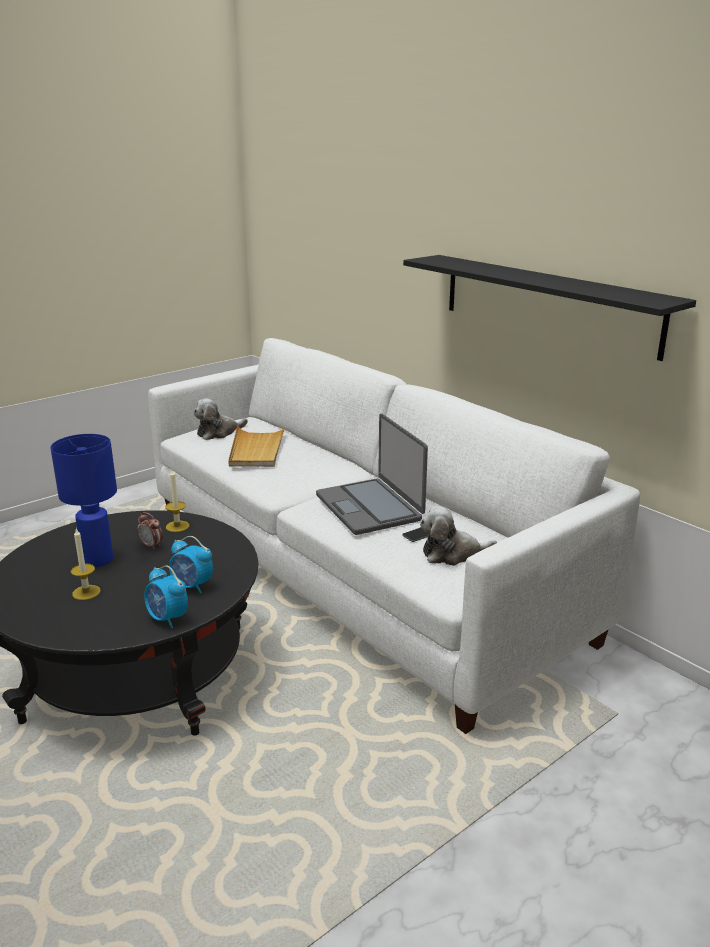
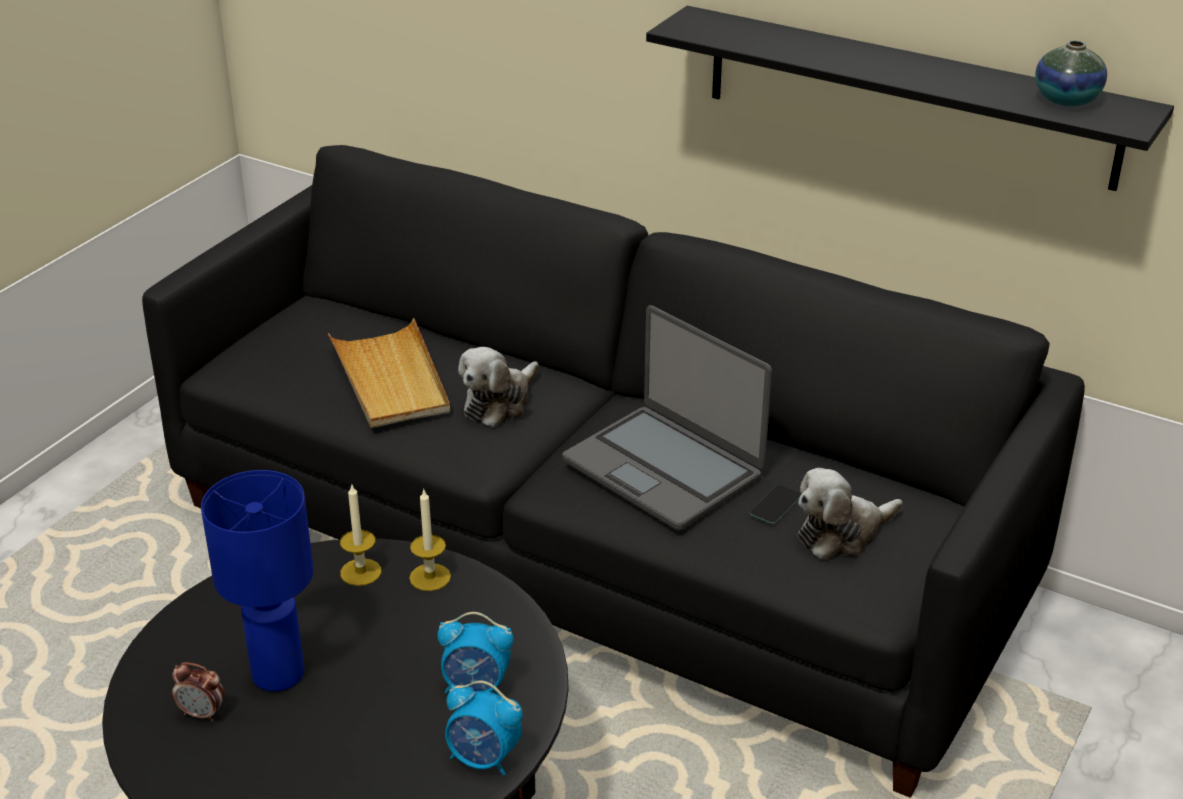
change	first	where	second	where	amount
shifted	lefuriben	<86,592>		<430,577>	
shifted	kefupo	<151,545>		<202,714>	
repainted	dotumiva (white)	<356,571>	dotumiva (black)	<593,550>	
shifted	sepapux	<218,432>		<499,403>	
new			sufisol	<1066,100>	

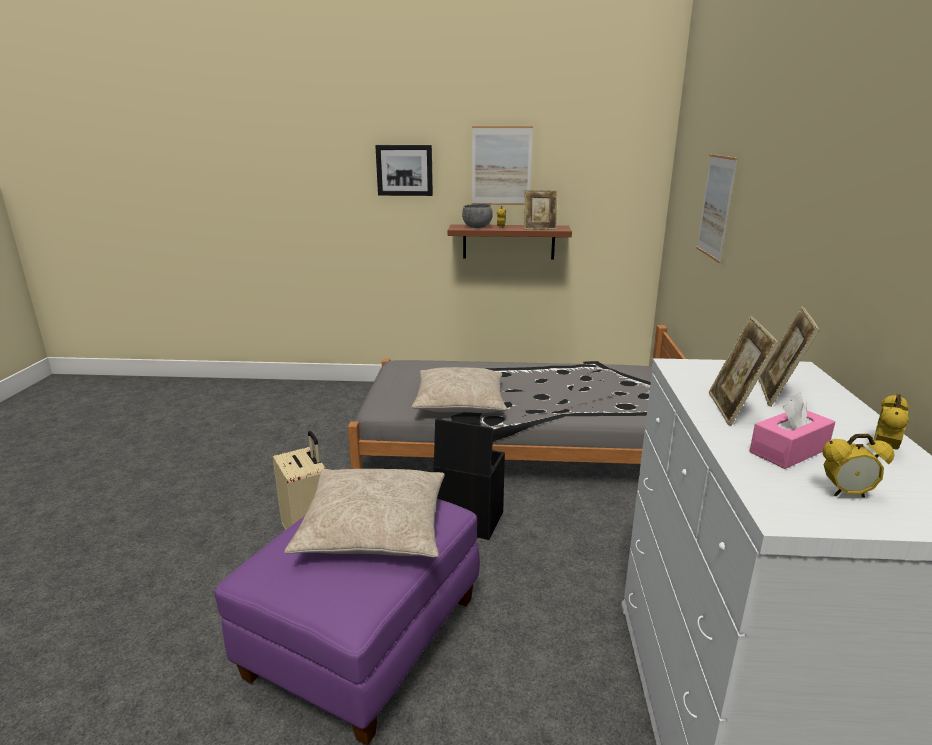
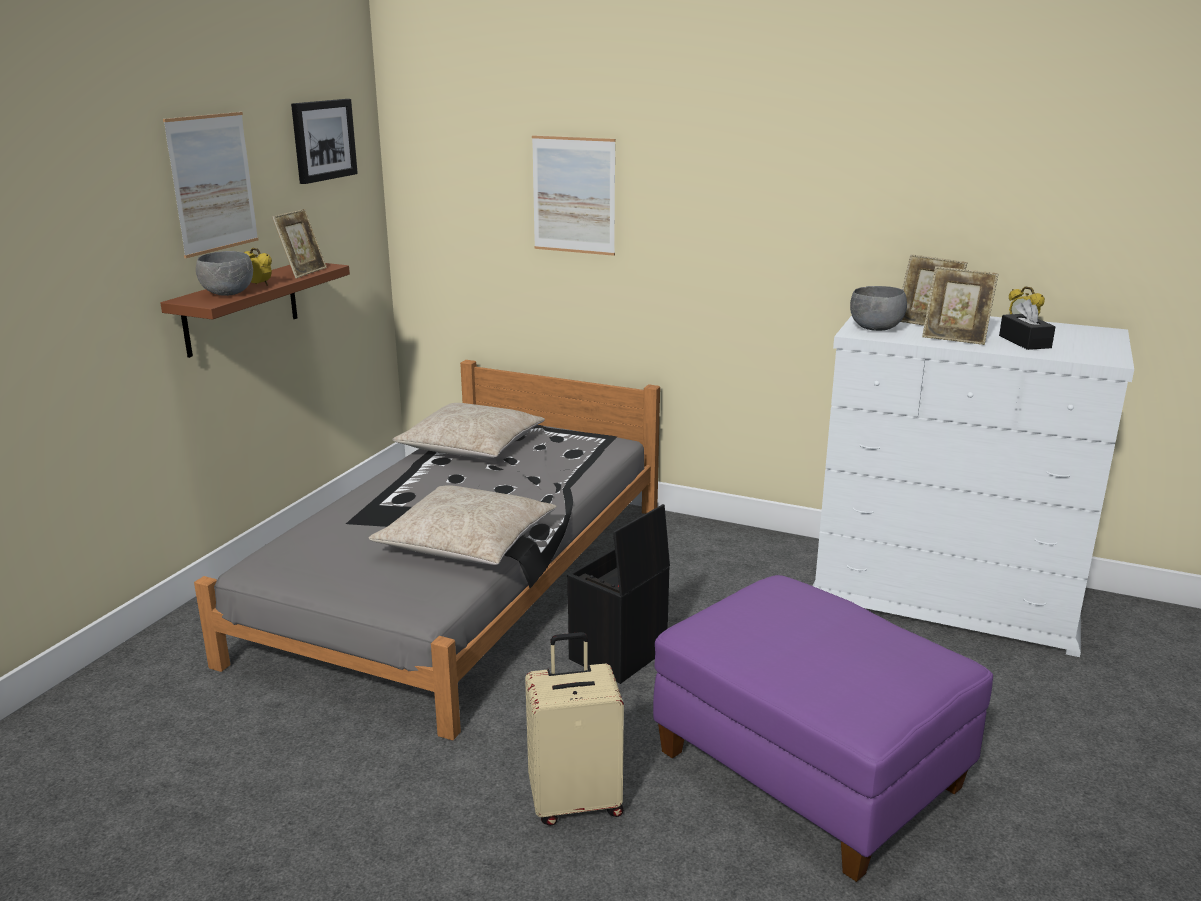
change	first	where	second	where	amount
shifted	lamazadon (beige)	<374,527>		<471,446>	
shifted	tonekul	<404,170>		<323,140>	
repainted	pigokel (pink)	<788,451>	pigokel (black)	<1024,342>	
gone	kefupo	<846,494>			
new			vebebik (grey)	<875,329>	

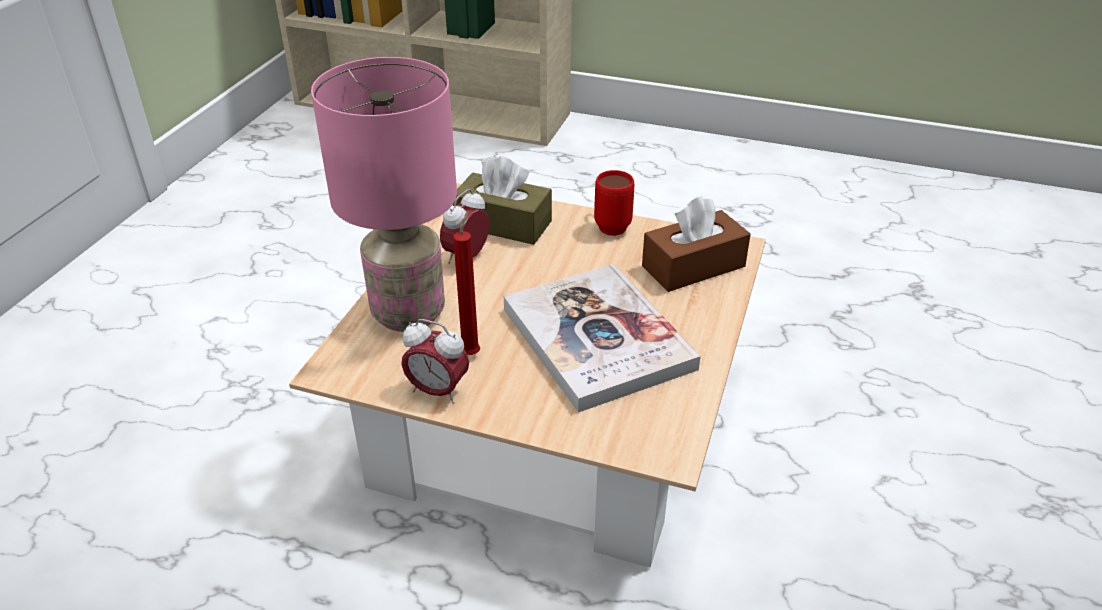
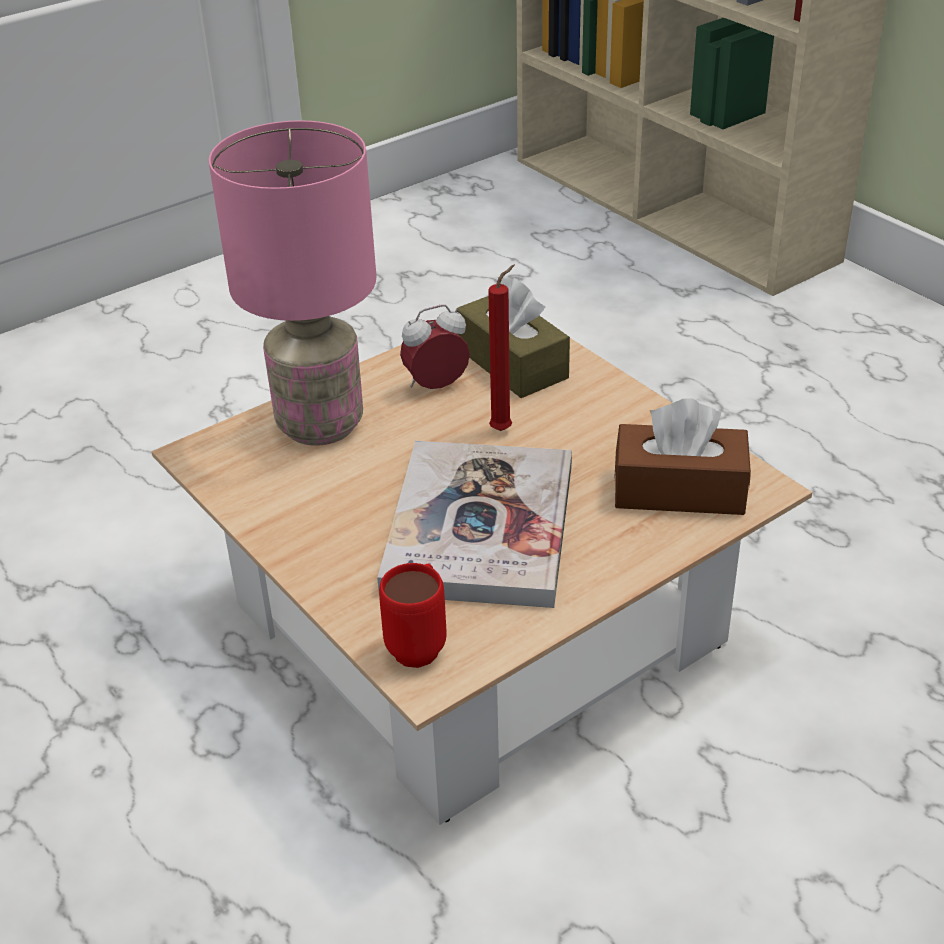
change	first	where	second	where	amount
gone	kefupo	<437,391>			
shifted	lefuriben (red)	<472,352>		<504,429>	
shifted	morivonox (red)	<610,224>		<420,643>	

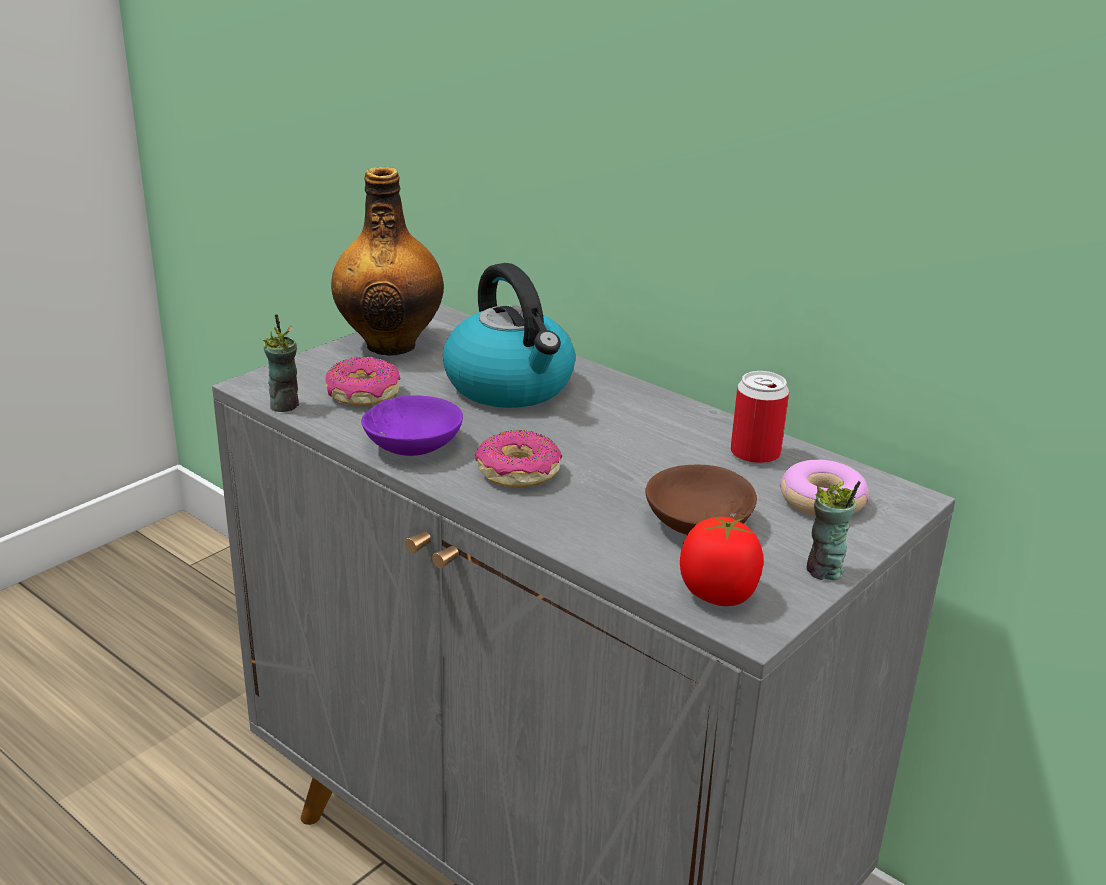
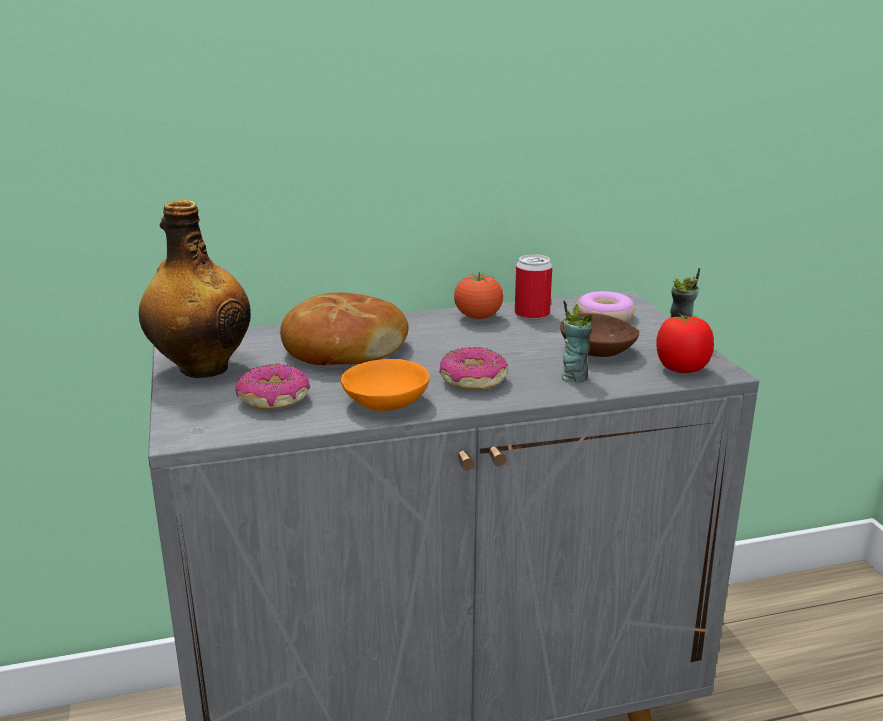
change	first	where	second	where	amount
shifted	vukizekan	<284,405>		<574,377>	
repainted	vebebik (purple)	<414,446>	vebebik (orange)	<389,402>	
swapped	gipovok	<511,386>	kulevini	<343,349>	
new			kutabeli	<478,317>	

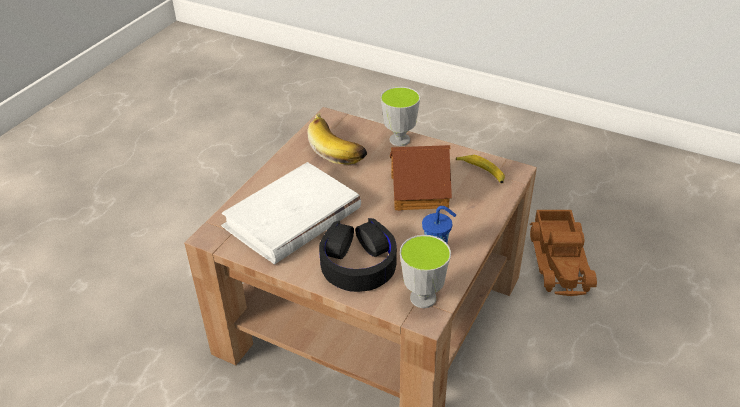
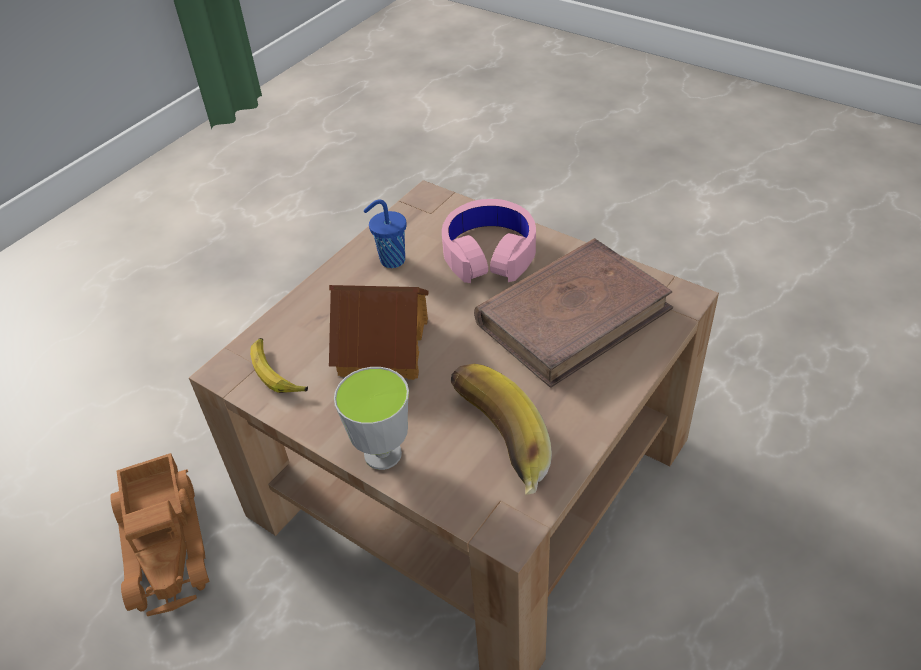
change	first	where	second	where	amount
repainted	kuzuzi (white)	<292,218>	kuzuzi (brown)	<573,316>	
repainted	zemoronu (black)	<358,263>	zemoronu (pink)	<489,252>	
gone	vukizekan	<423,298>			
rotated	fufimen	<560,260>		<167,541>	150 degrees clockwise

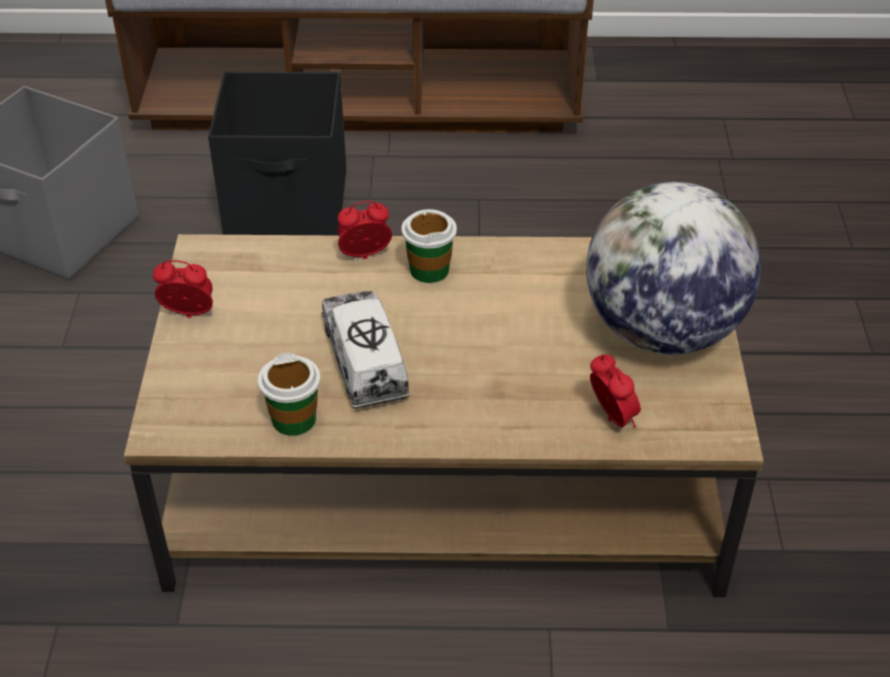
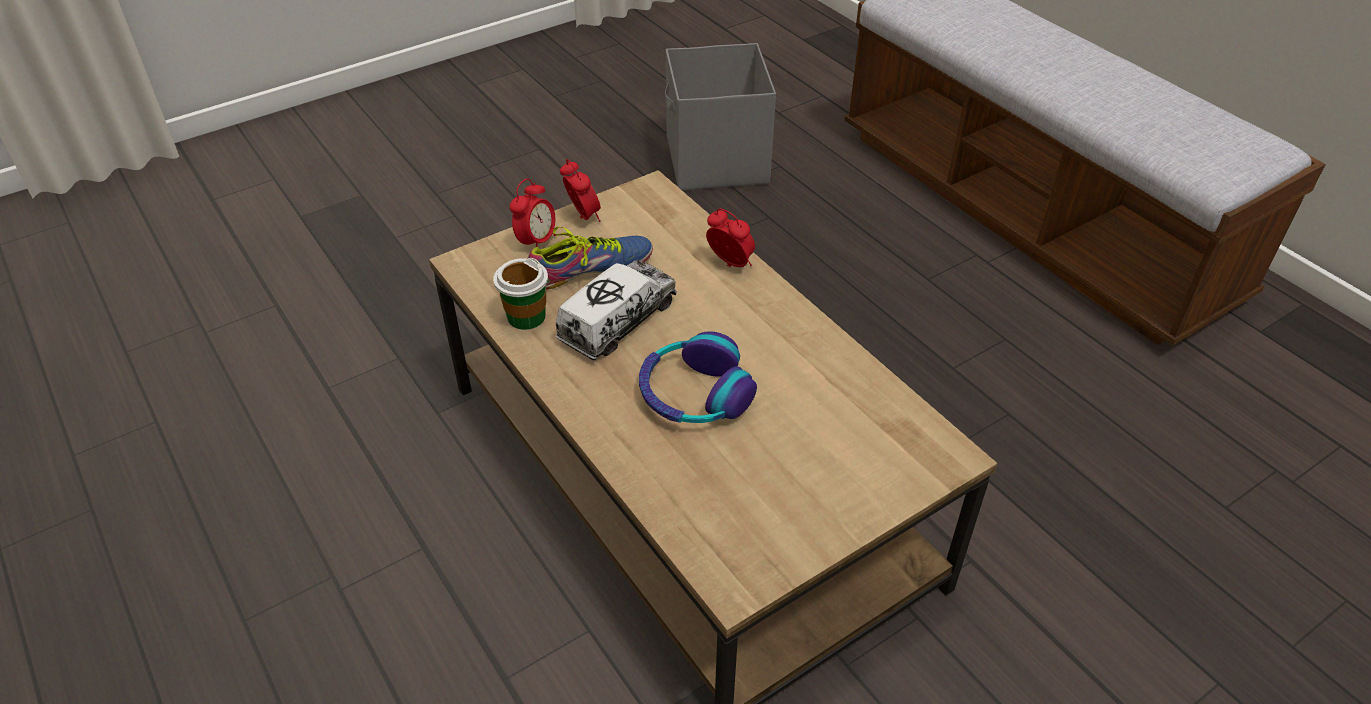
change	first	where	second	where	amount
gone	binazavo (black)	<288,204>			
gone	vukizekan	<429,269>			
gone	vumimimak	<662,330>			
shifted	kefupo	<611,419>		<536,242>	
new			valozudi	<593,271>	
new			zemoronu	<694,394>	

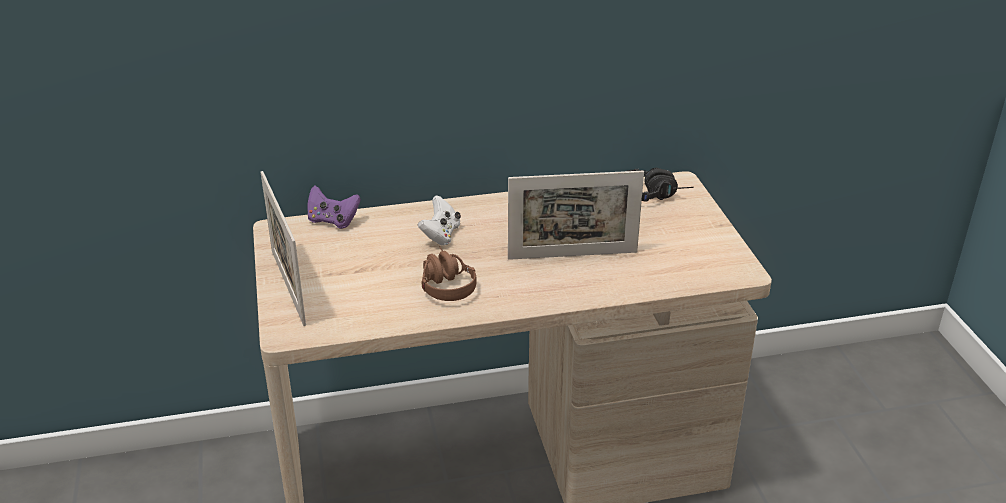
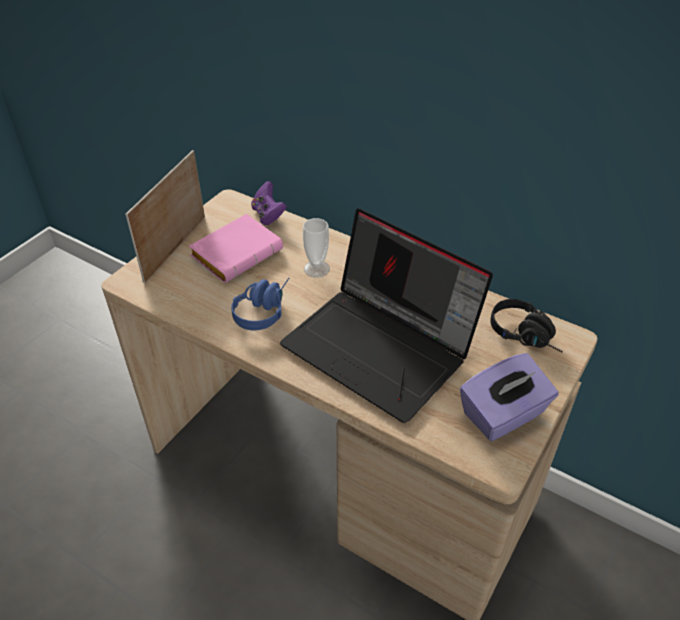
change	first	where	second	where	amount
swapped	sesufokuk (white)	<441,235>	vukizekan	<316,269>	
repainted	zemoronu (brown)	<444,283>	zemoronu (blue)	<263,309>	
swapped	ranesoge	<572,255>	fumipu	<382,348>	
new			kuzuzi (pink)	<237,252>	
new			pigokel (purple)	<503,415>	

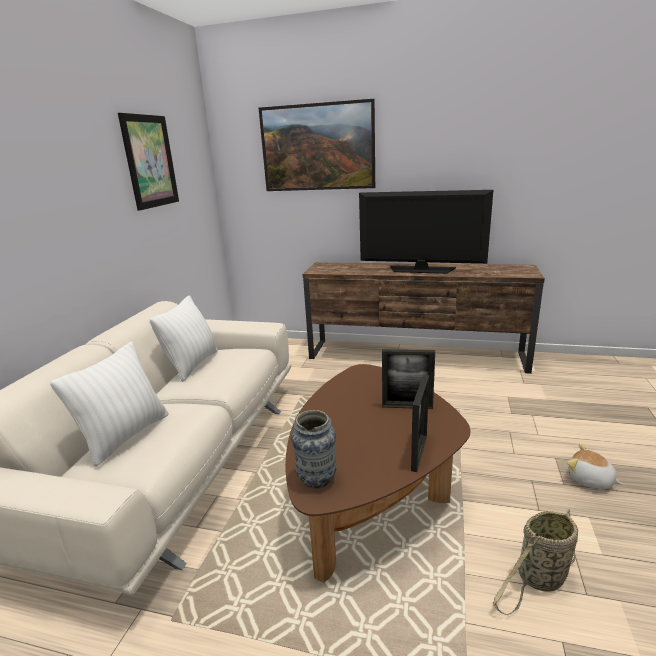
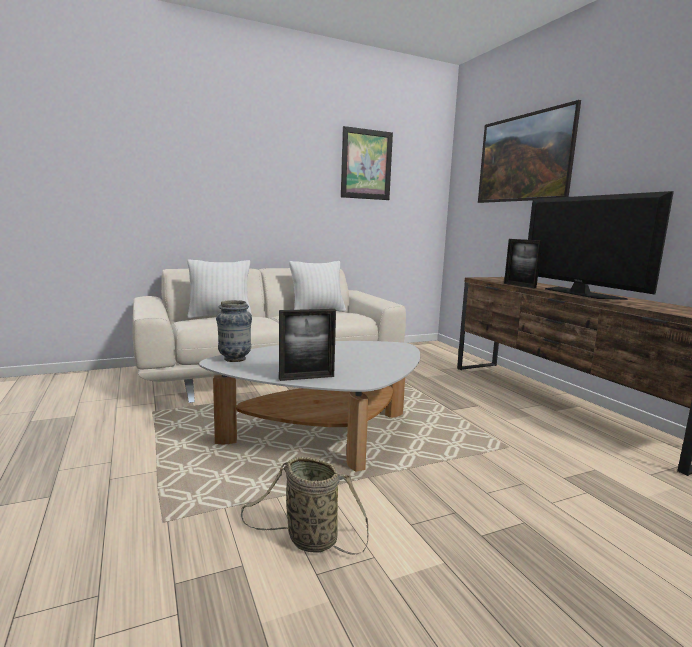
change	first	where	second	where	amount
repainted	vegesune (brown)	<371,492>	vegesune (white)	<324,436>	
shifted	ranesoge	<407,406>		<519,285>	
gone	sepapux	<590,480>			

